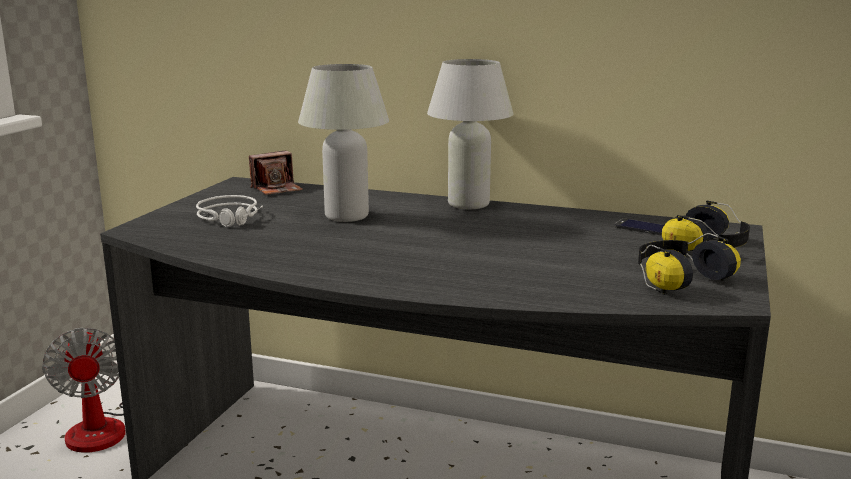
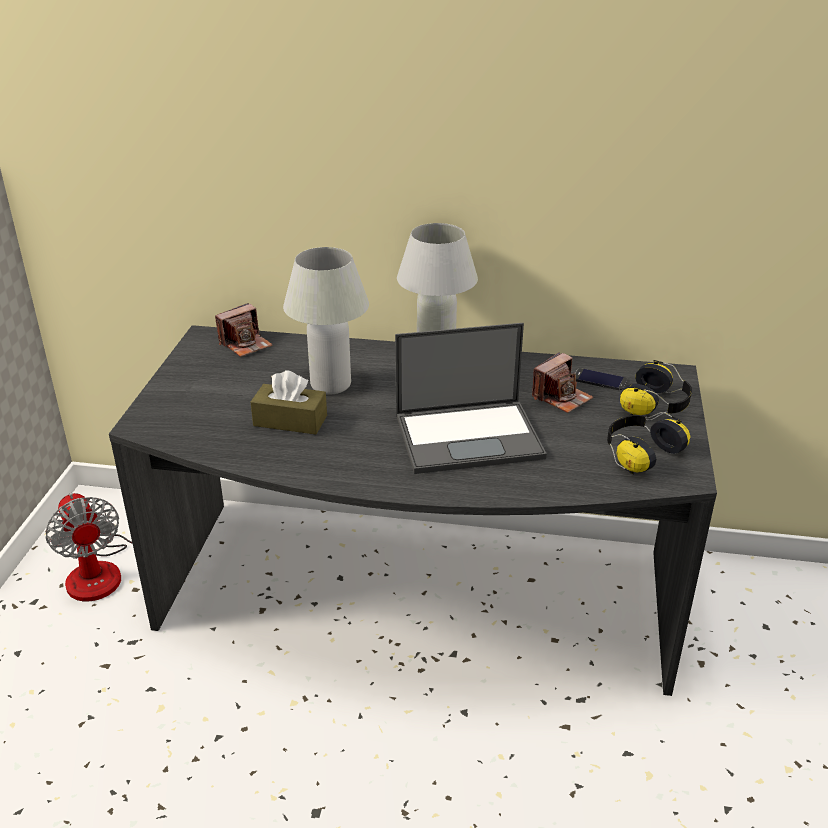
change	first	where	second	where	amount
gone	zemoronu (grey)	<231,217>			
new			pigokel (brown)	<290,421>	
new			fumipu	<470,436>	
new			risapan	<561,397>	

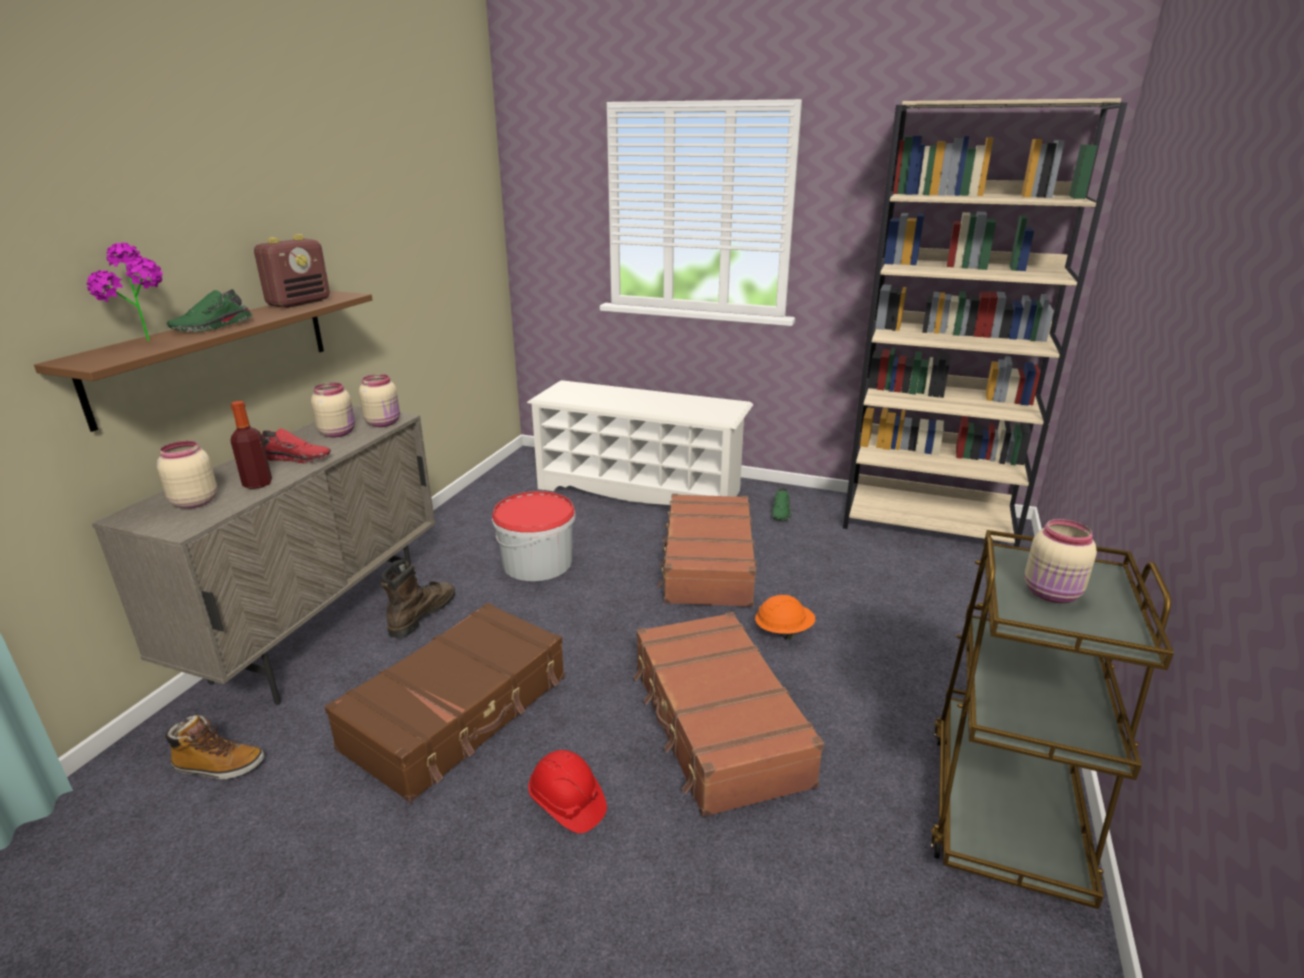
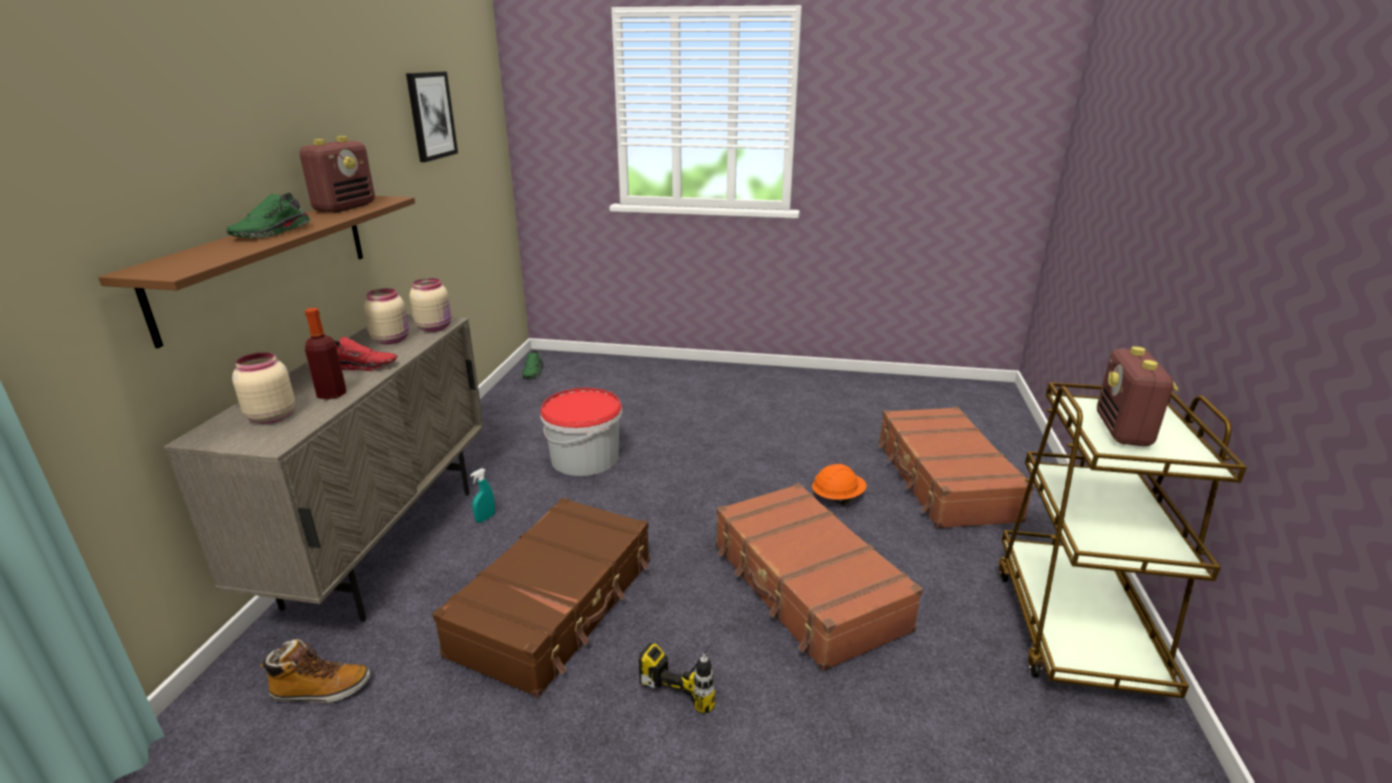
change	first	where	second	where	amount
gone	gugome	<147,343>			
swapped	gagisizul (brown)	<422,615>	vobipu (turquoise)	<485,518>	
gone	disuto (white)	<640,490>			
swapped	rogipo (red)	<567,803>	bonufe	<692,677>	
shifted	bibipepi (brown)	<707,563>		<944,480>	
shifted	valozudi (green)	<782,513>		<534,372>	
gone	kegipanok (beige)	<929,523>			
swapped	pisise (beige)	<1052,594>	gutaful	<1123,431>	
new			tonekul	<431,115>	

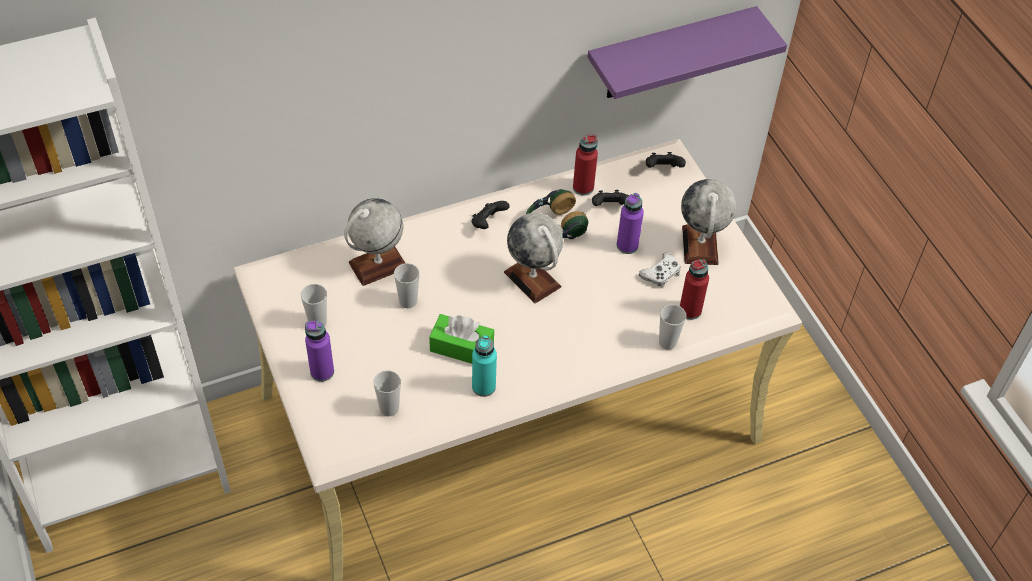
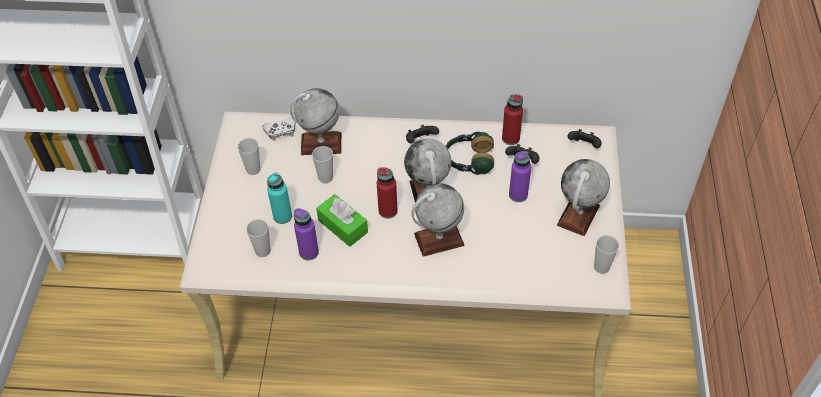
change	first	where	second	where	amount
shifted	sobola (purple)	<322,372>		<309,252>	
shifted	sobola (turquoise)	<483,387>		<282,216>	
gone	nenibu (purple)	<669,54>			
shifted	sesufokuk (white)	<661,274>		<280,131>	
shifted	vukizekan	<667,342>		<601,267>	
shifted	sobola (red)	<690,310>		<388,211>	
new			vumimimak	<438,239>	

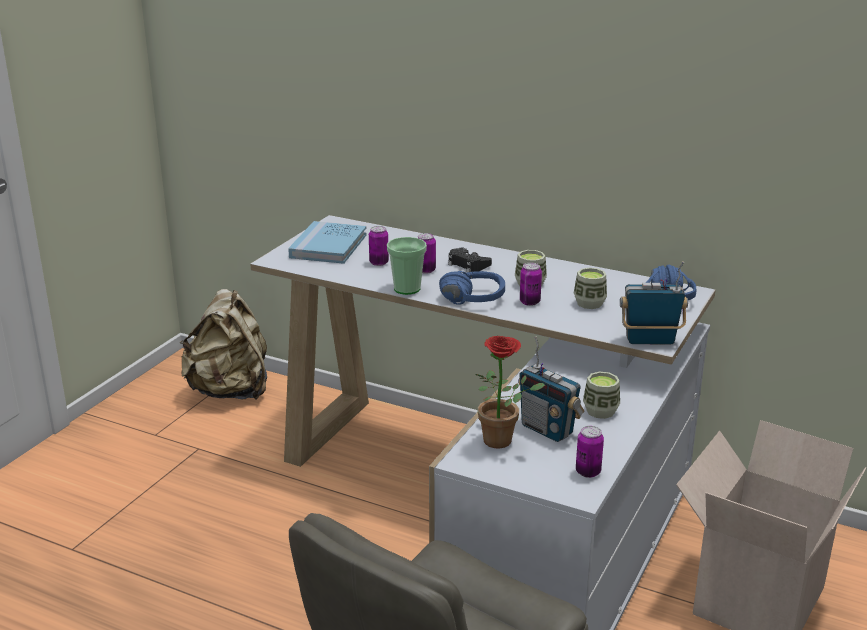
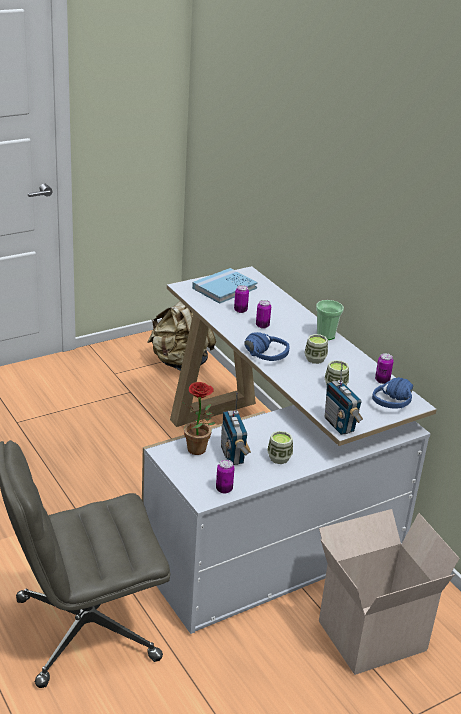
change	first	where	second	where	amount
shifted	vukizekan	<407,289>		<326,335>	
gone	sesufokuk (black)	<468,265>			
shifted	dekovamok	<529,302>		<382,380>	
rotated	gutaful	<650,340>		<339,425>	150 degrees counterclockwise

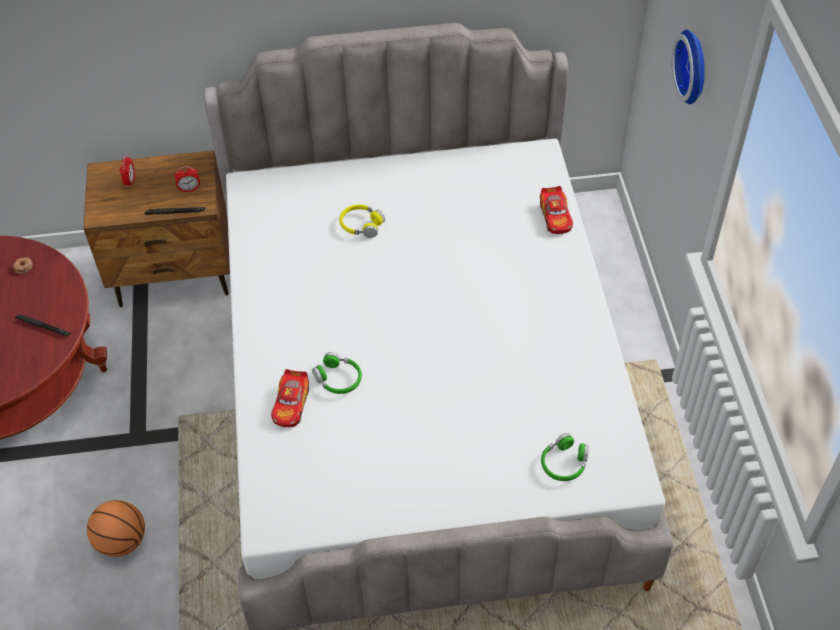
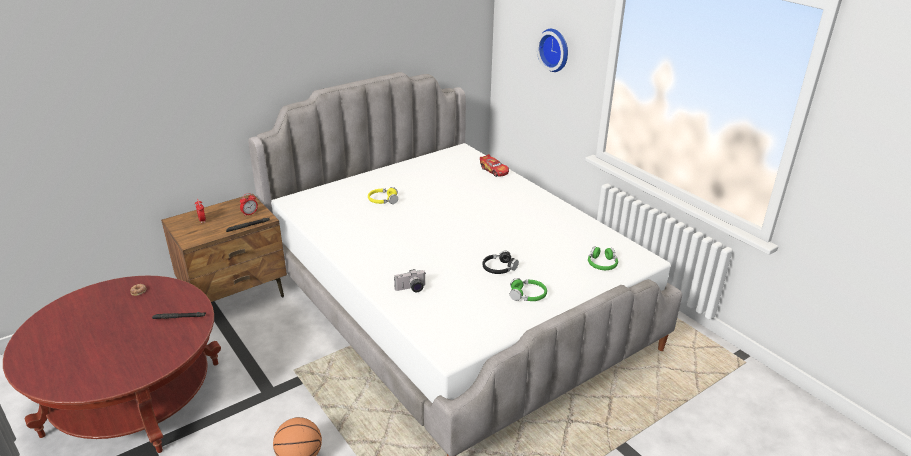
change	first	where	second	where	amount
swapped	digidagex	<291,404>	risapan	<411,289>	
shifted	zemoronu (green)	<338,379>		<528,295>	
new			zemoronu (black)	<499,268>	

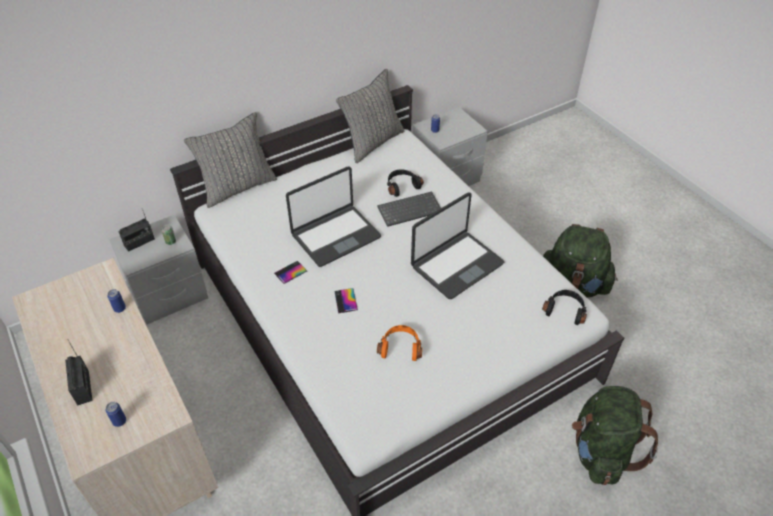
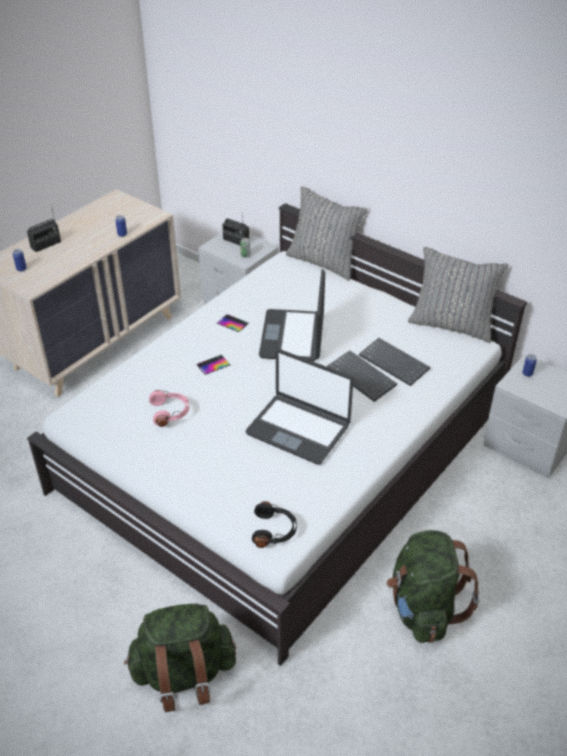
change	first	where	second	where	amount
rotated	fumipu	<335,236>		<293,336>	60 degrees clockwise
repainted	zemoronu (orange)	<400,347>	zemoronu (pink)	<170,412>	
swapped	zemoronu (black)	<402,186>	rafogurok	<395,363>	

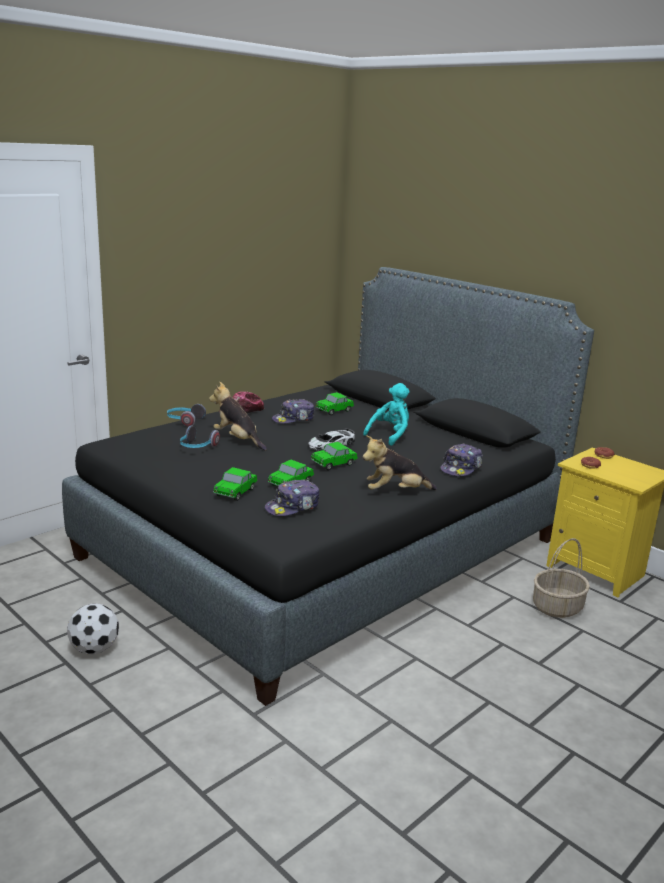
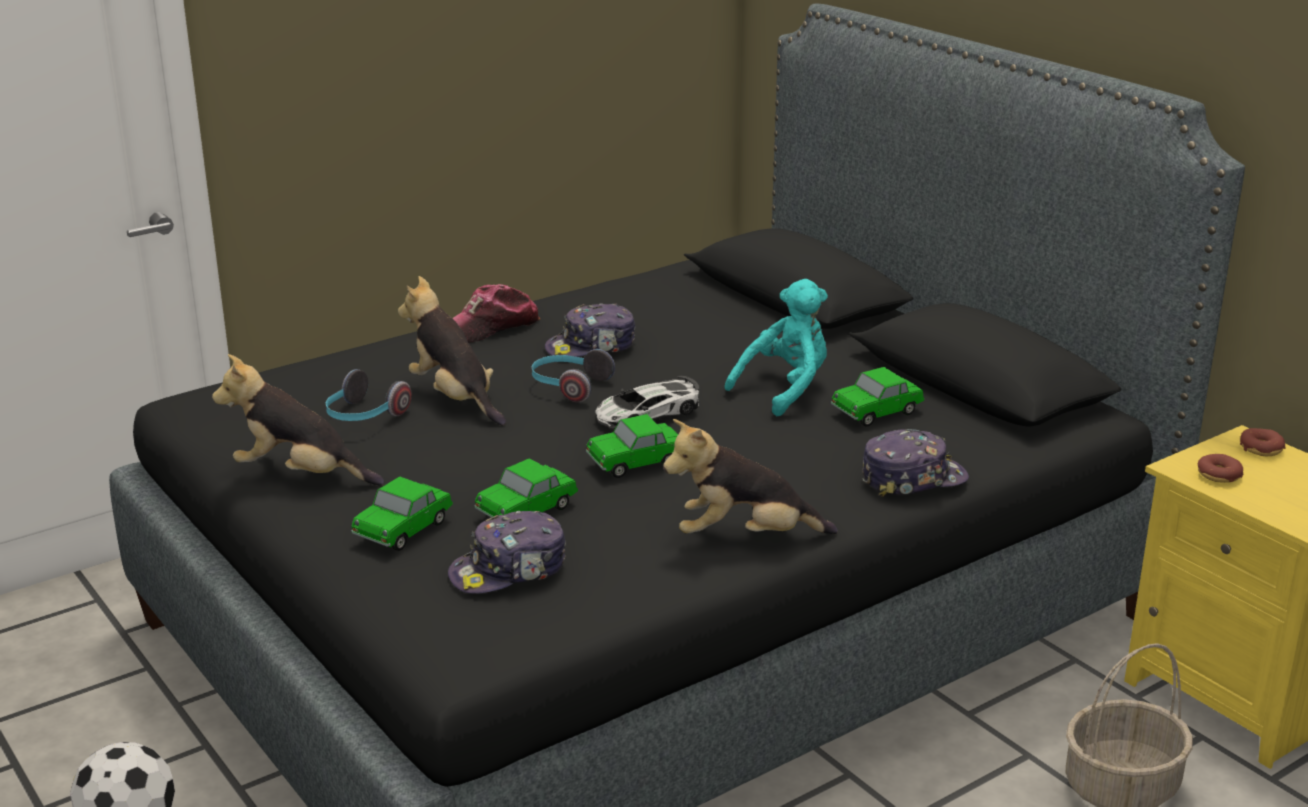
change	first	where	second	where	amount
shifted	zemoronu	<184,421>		<569,387>	
shifted	digidagex	<334,411>		<876,412>	
rotated	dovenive	<461,468>		<912,478>	150 degrees counterclockwise
new			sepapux	<300,475>	

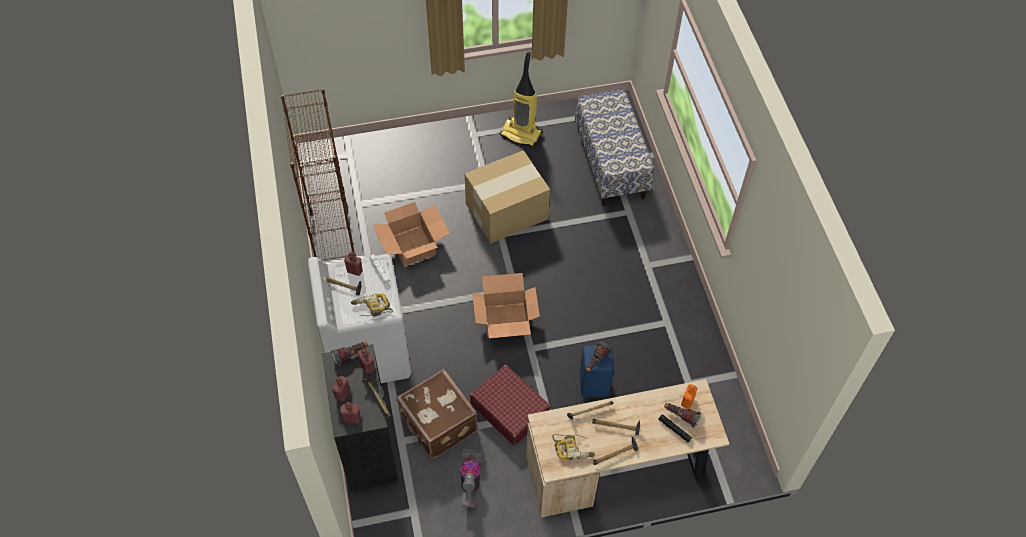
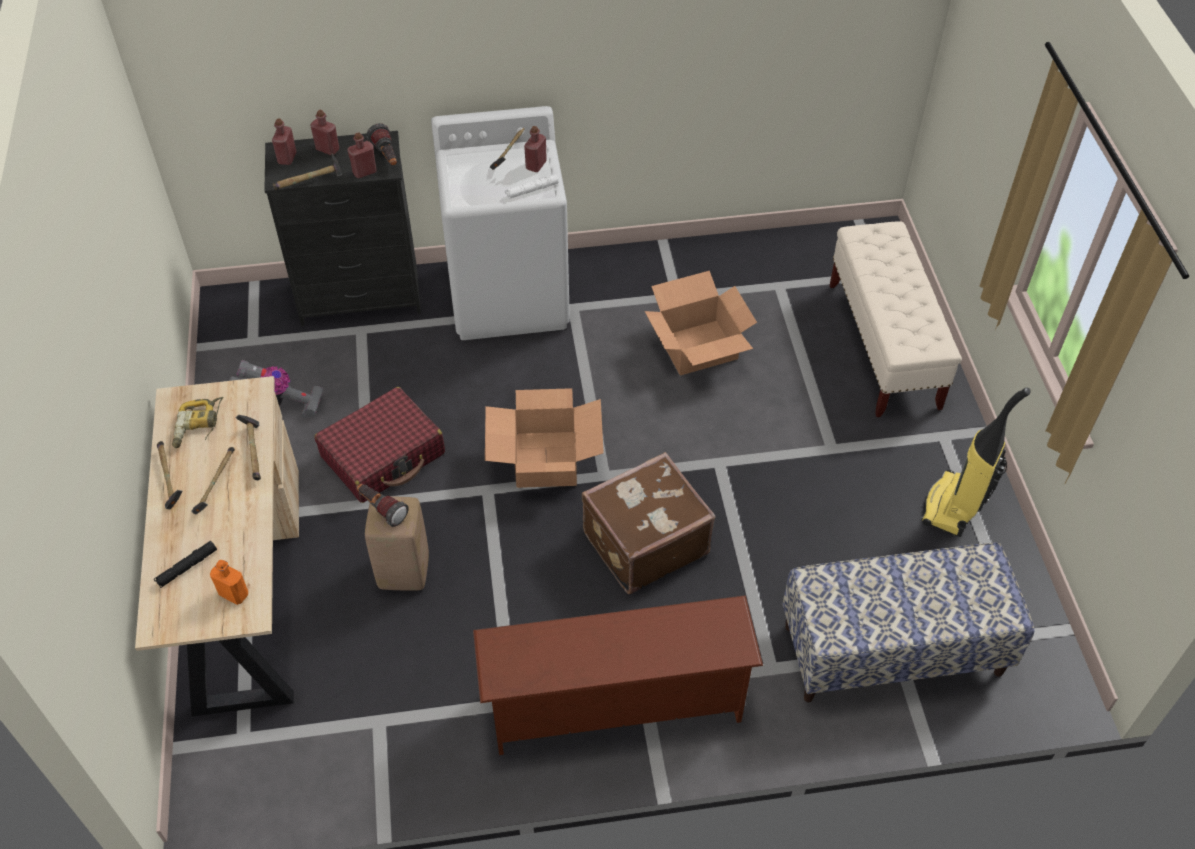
change	first	where	second	where	amount
gone	kegipanok (brown)	<333,240>			
gone	bonufe	<372,308>			
shifted	bibipepi (brown)	<437,425>		<643,542>	
gone	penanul	<505,211>			
repainted	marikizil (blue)	<594,384>	marikizil (beige)	<404,572>	
gone	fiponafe	<680,416>			
new			disuto (brown)	<614,707>	
new			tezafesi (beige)	<883,346>	

